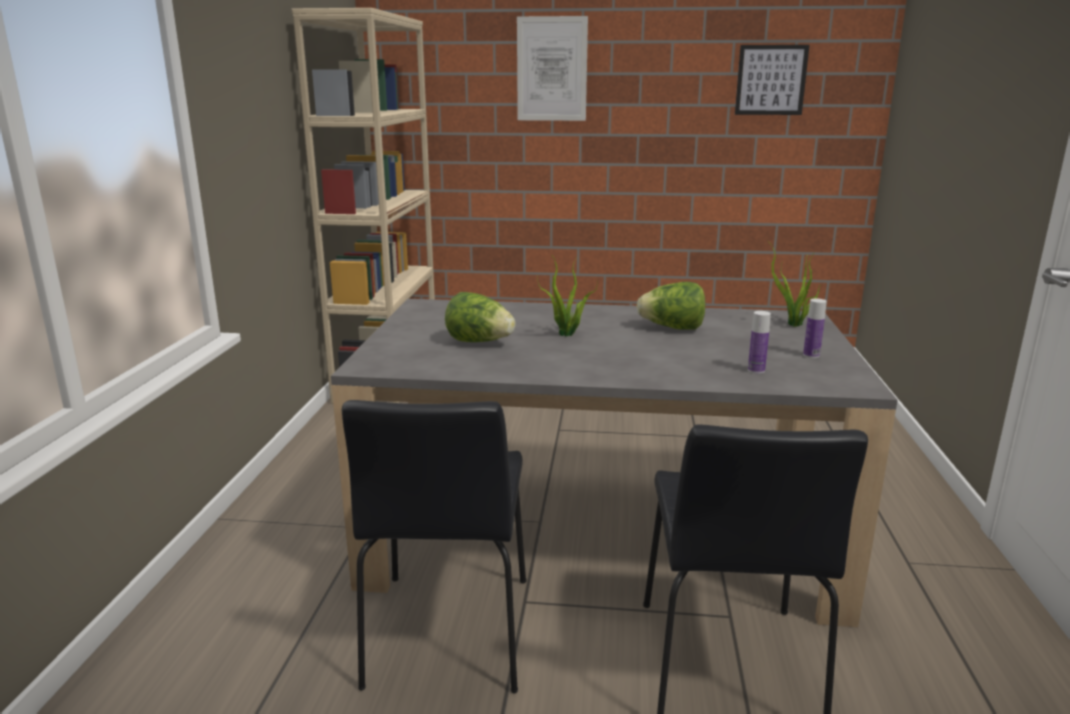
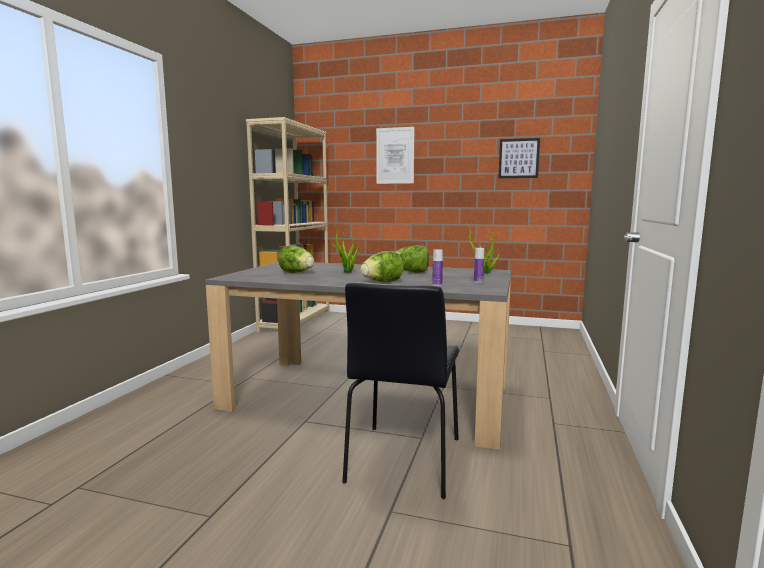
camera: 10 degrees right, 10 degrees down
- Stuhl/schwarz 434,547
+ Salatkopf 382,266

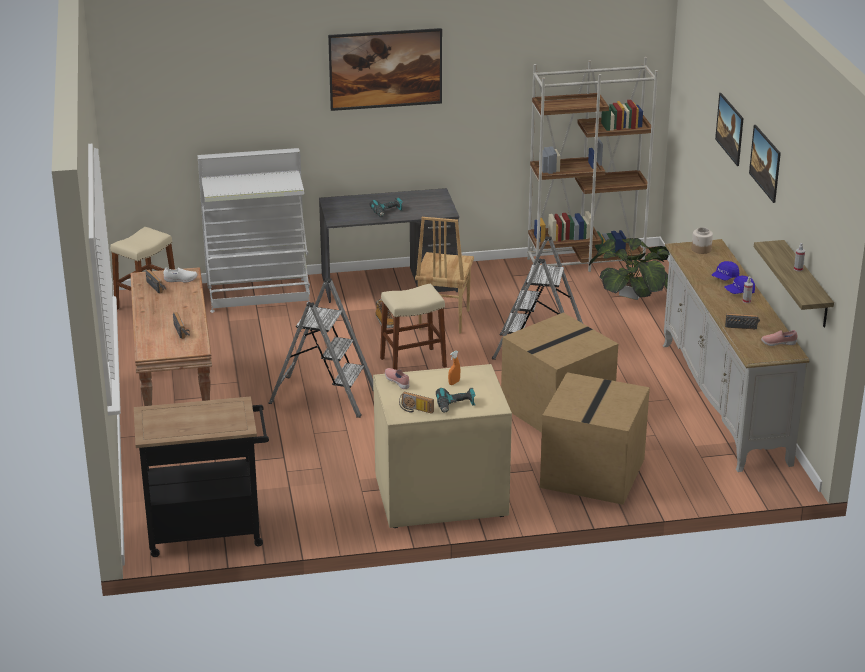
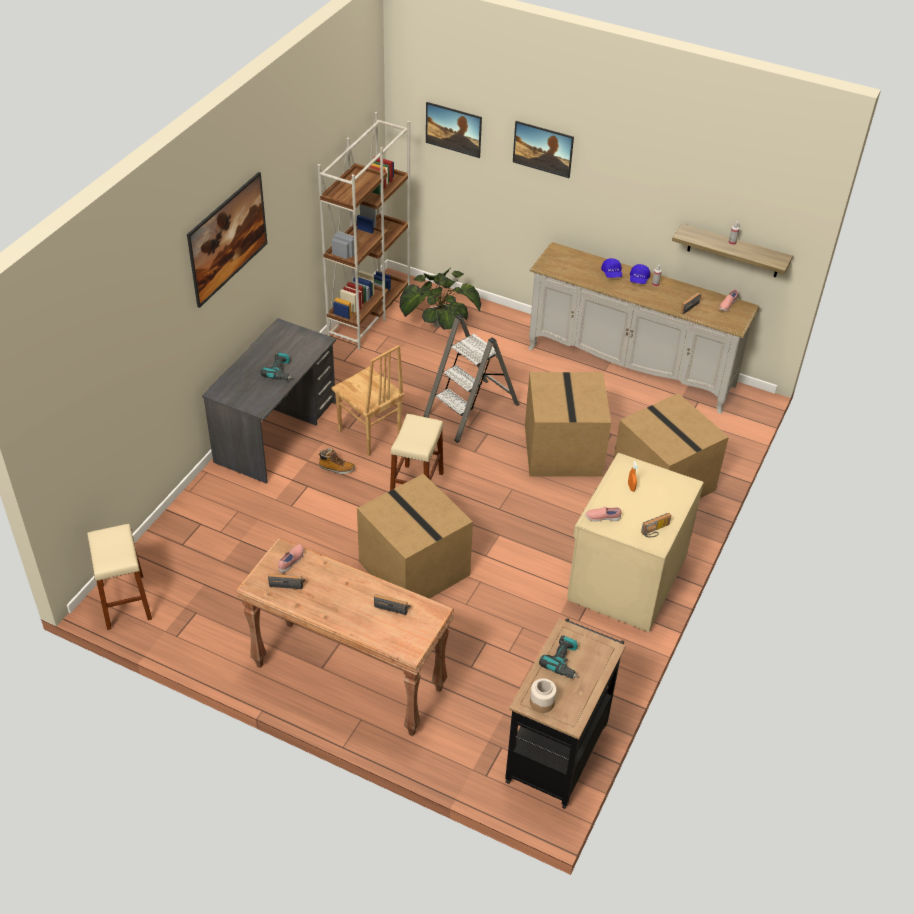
camera: 55 degrees left, 15 degrees up
~ Bild 765,164 to 454,130
- Schuhregal/weiß 253,230
~ Vorratsglas 702,240 to 543,695
~ Schuh/weiß 180,275 to Schuh/rosa 291,558
~ Trittleiter/grau 320,348 to Karton 415,536
~ Bohrmaschine 456,400 to 558,657

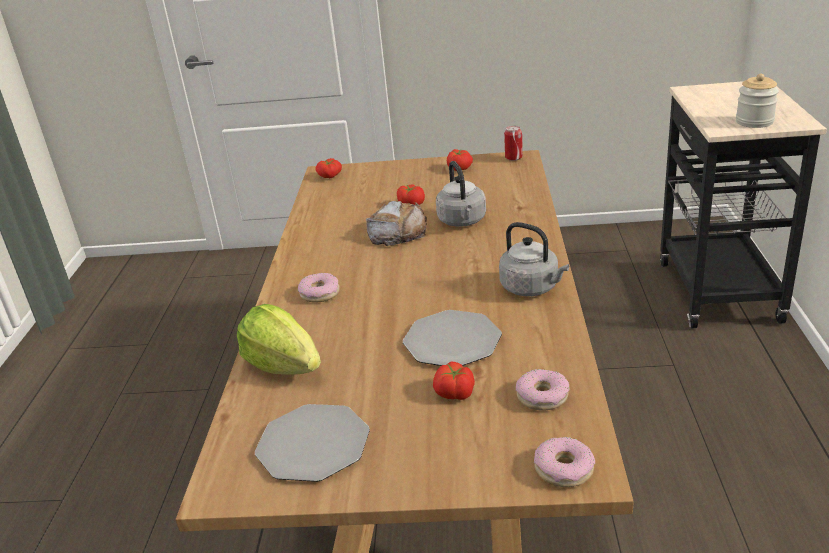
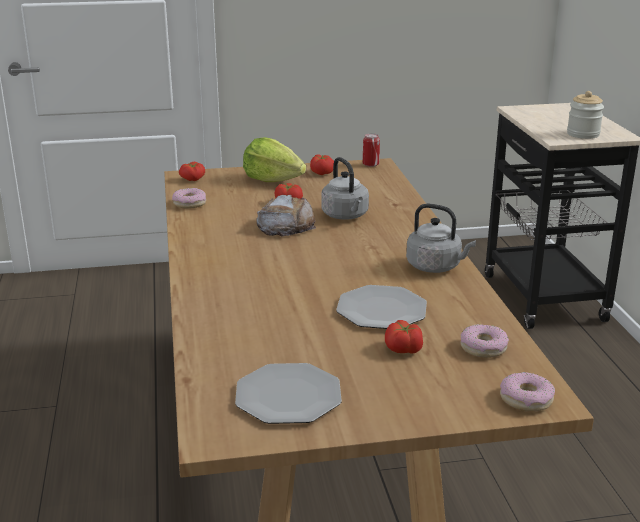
camera: 15 degrees left, 5 degrees down
~ Donut 319,287 to 189,198
~ Salatkopf 279,339 to 274,159

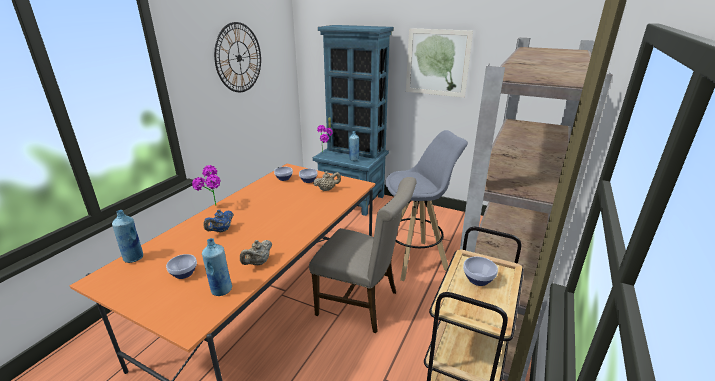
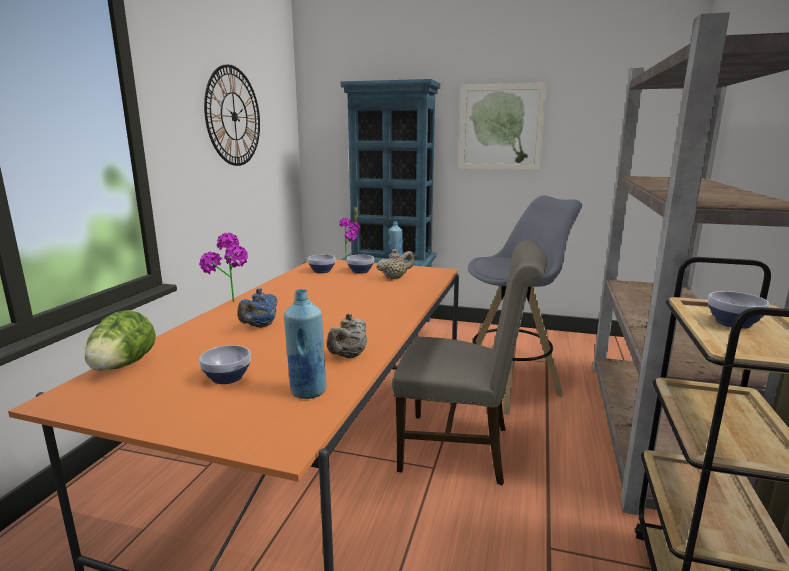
camera: 10 degrees left, 10 degrees down
~ Flasche/blau 127,236 to Salatkopf 120,340

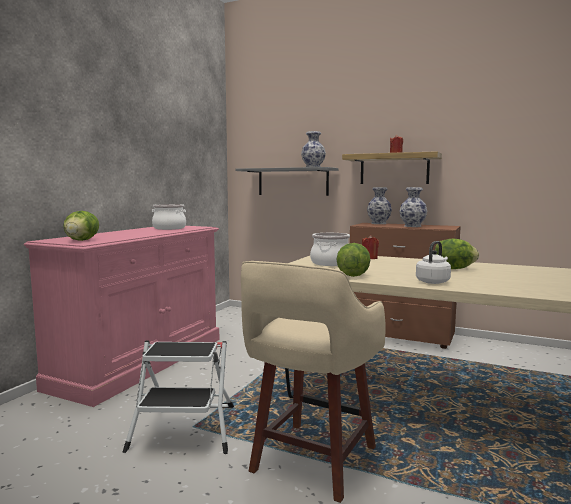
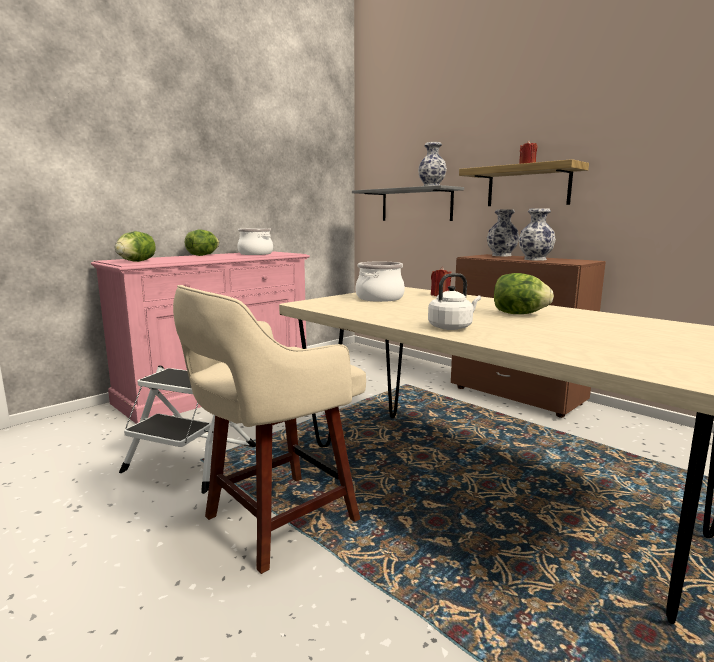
camera: 20 degrees right, 5 degrees up
~ Salatkopf 354,260 to 202,243

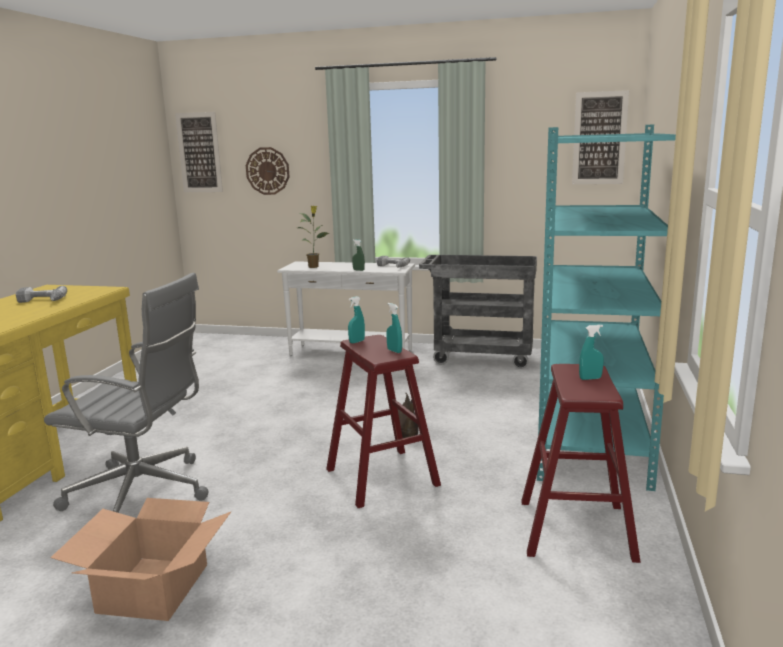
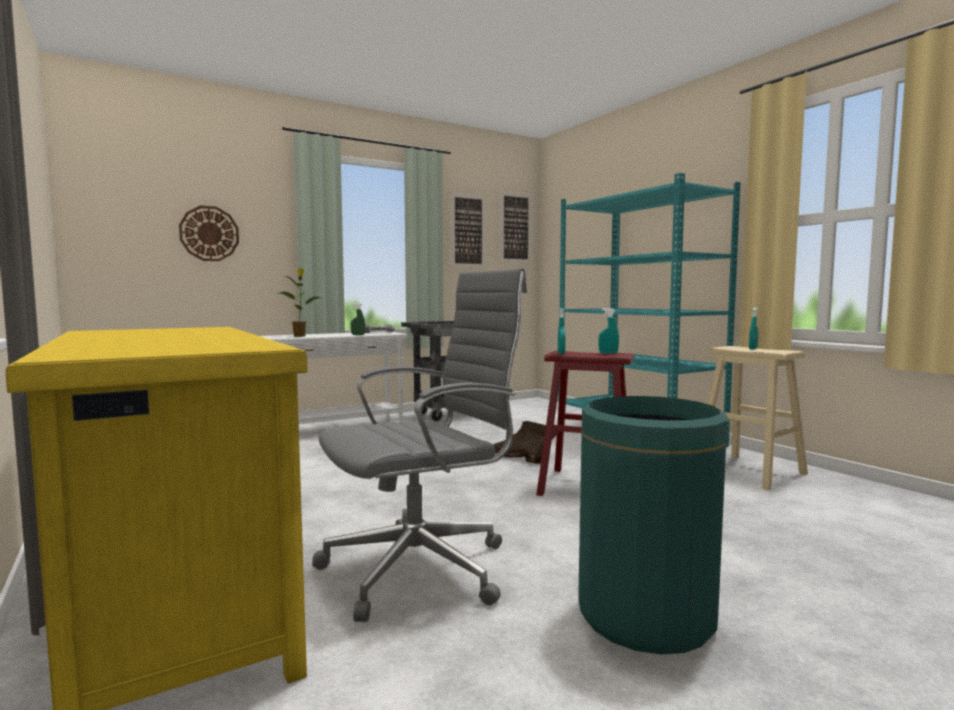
camera: 45 degrees left, 10 degrees down
~ Bild 199,152 to 468,230
- Bohrmaschine 41,294
~ Hocker/rot 580,463 to Hocker/beige 757,418
~ Karton 140,559 to Mülleimer/grün 653,525

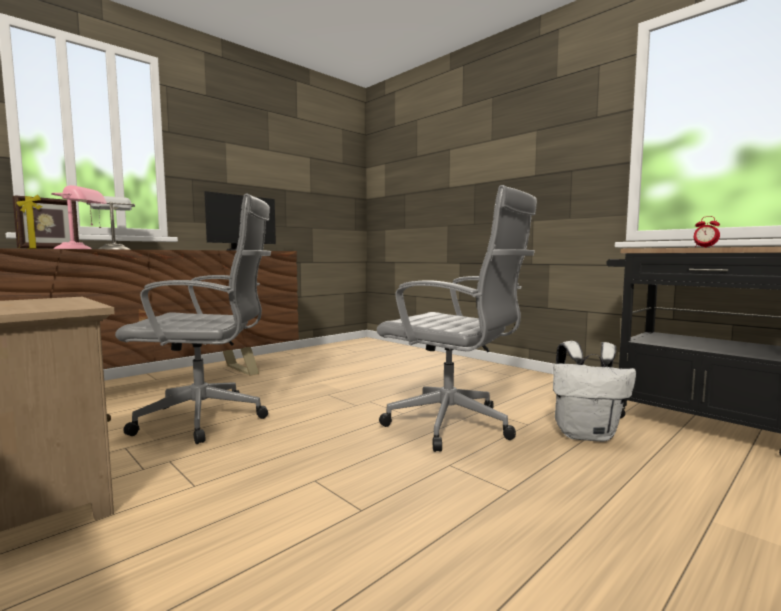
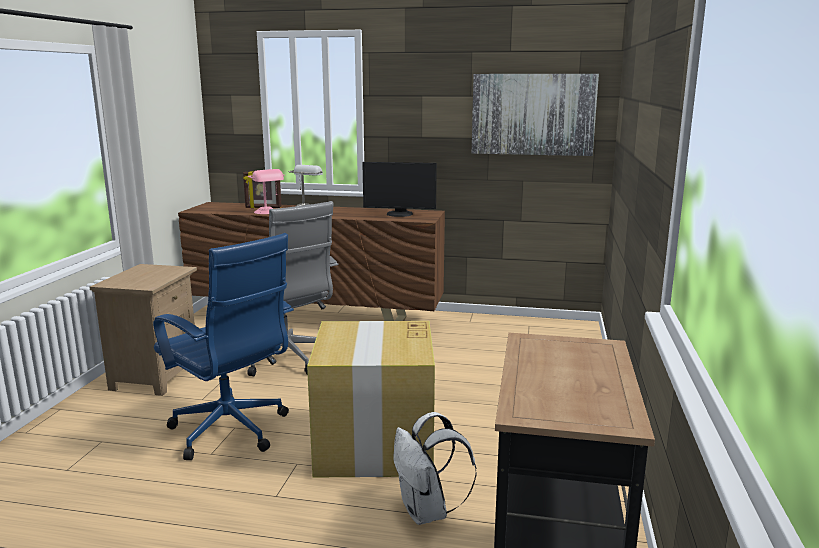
camera: 55 degrees right, 10 degrees up
~ Bürostuhl/grau 457,318 to Karton 371,399
- Wecker 707,232
+ Bild 535,115
+ Bürostuhl/blau 223,346

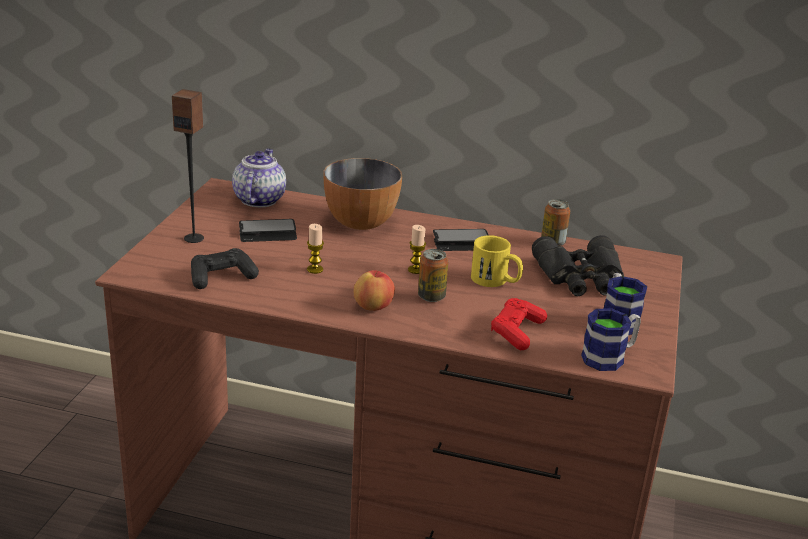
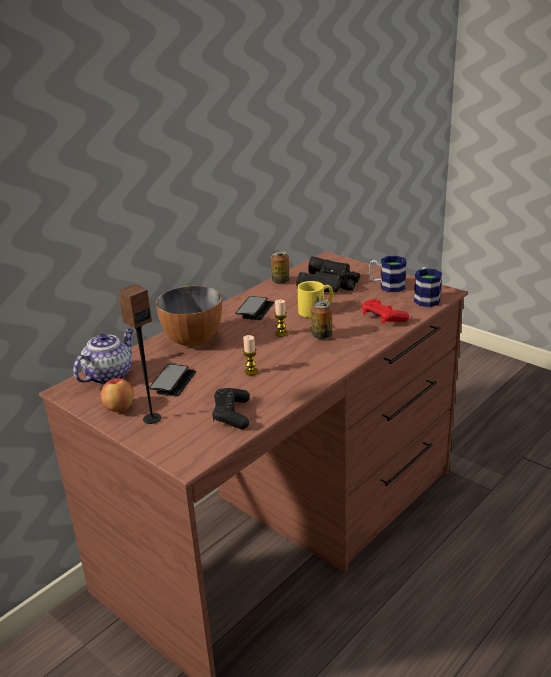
camera: 60 degrees left, 0 degrees up
~ Teekanne 259,178 = 103,357 90 degrees clockwise
~ Apfel 374,290 to 117,395

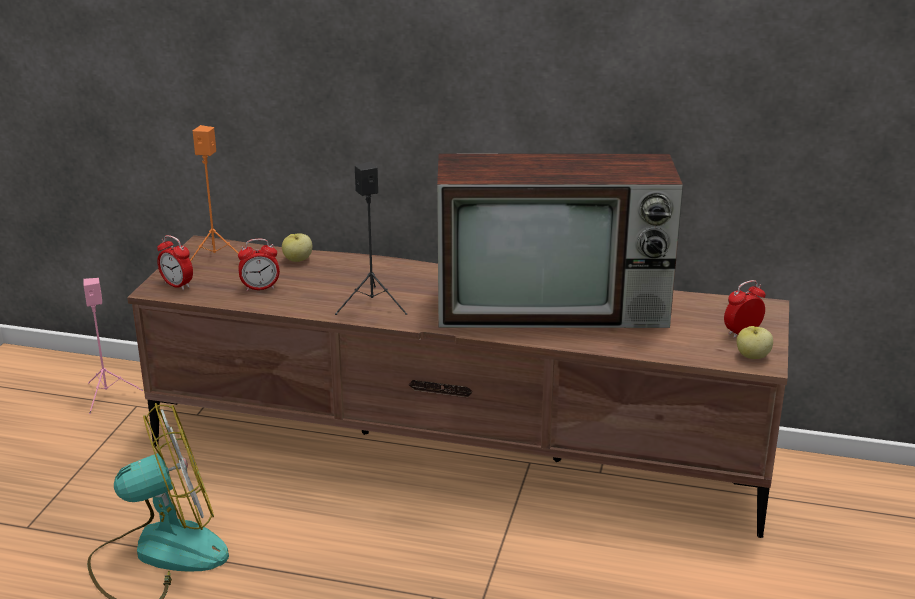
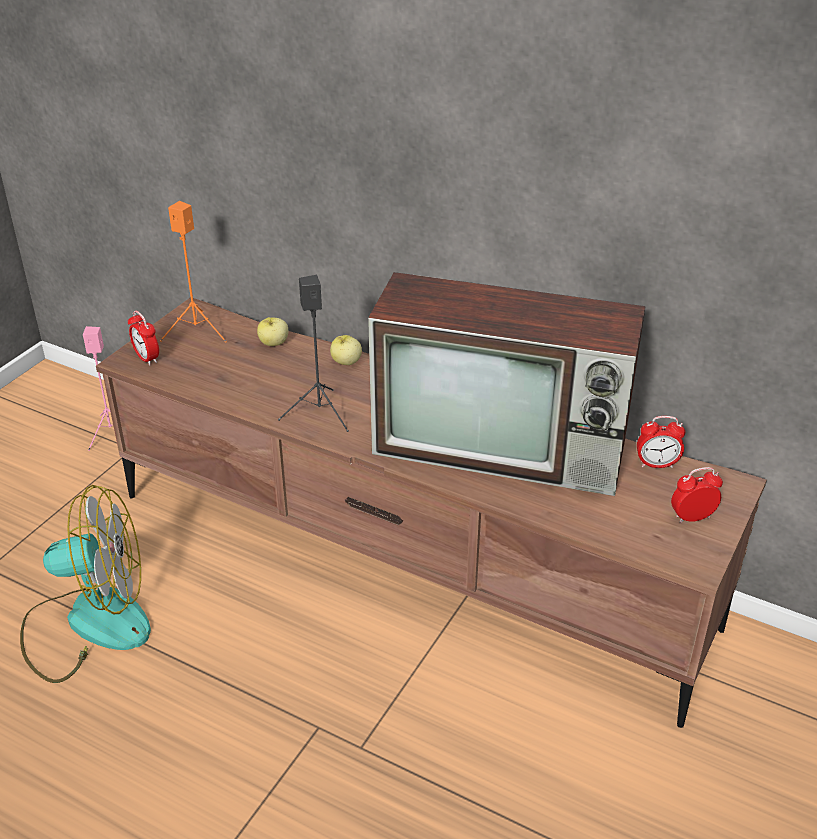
camera: 15 degrees right, 10 degrees up
~ Wecker 259,265 to 661,442
~ Apfel 755,342 to 346,350

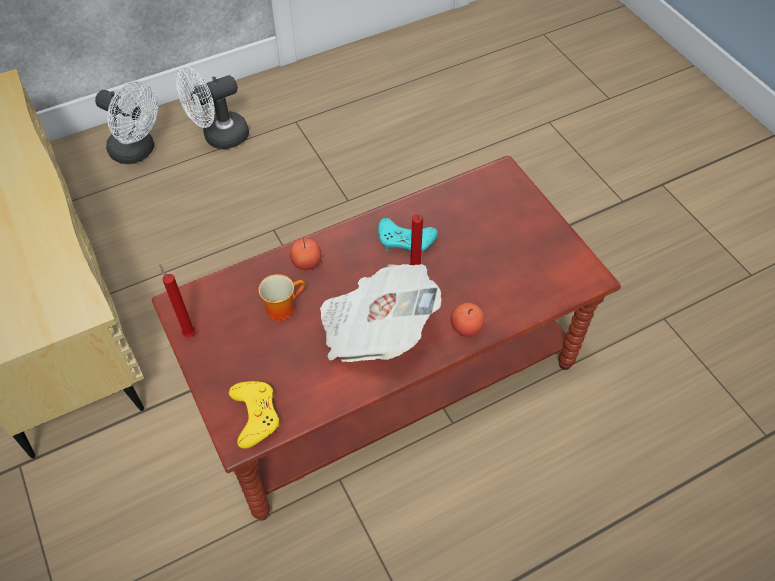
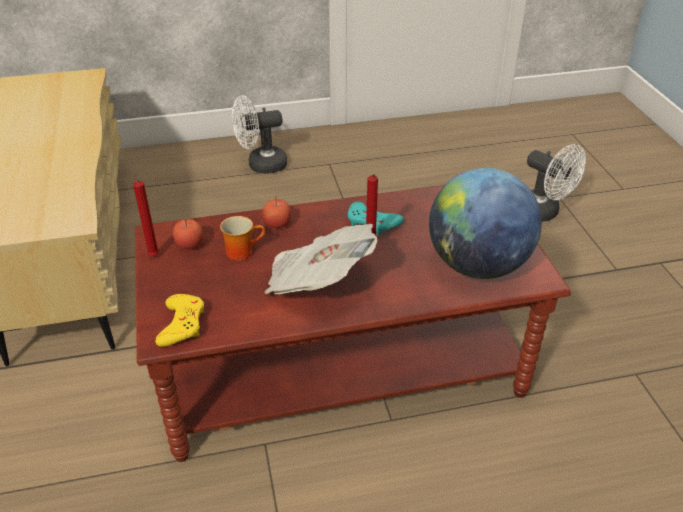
camera: 15 degrees right, 15 degrees down
~ Ventilator/weiß 126,122 to 556,183
~ Apfel 468,320 to 188,234
+ Globus 485,223

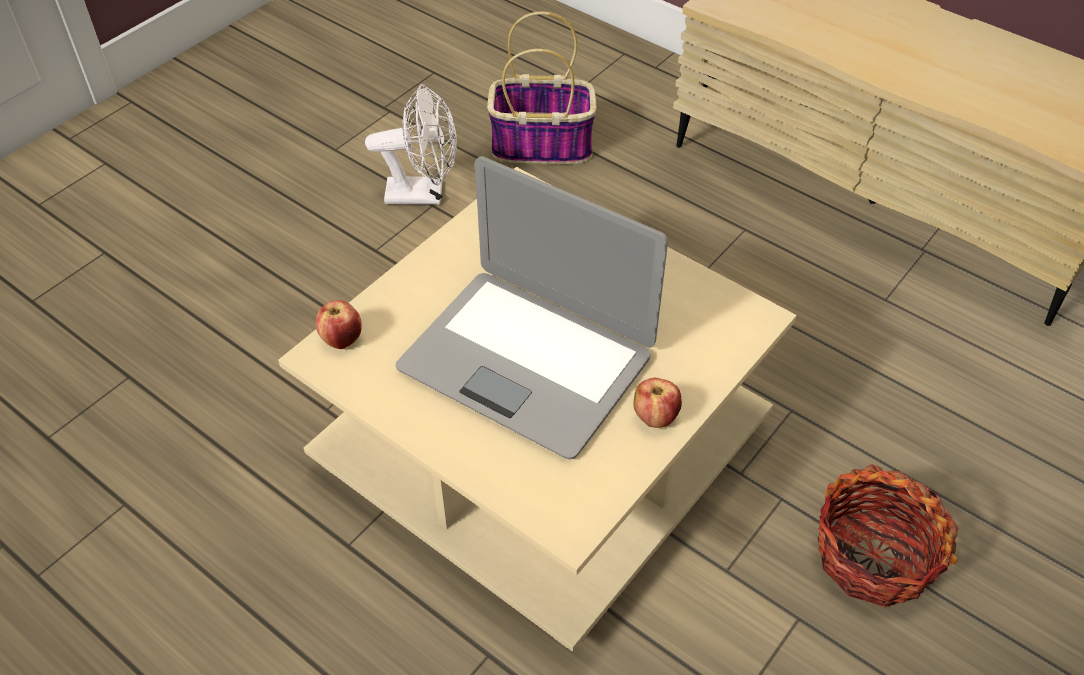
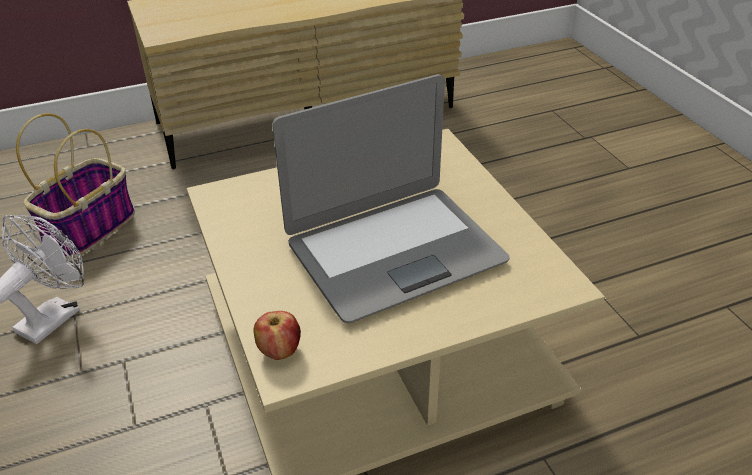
camera: 60 degrees left, 10 degrees down
- Apfel 657,403
- Korb 888,536

